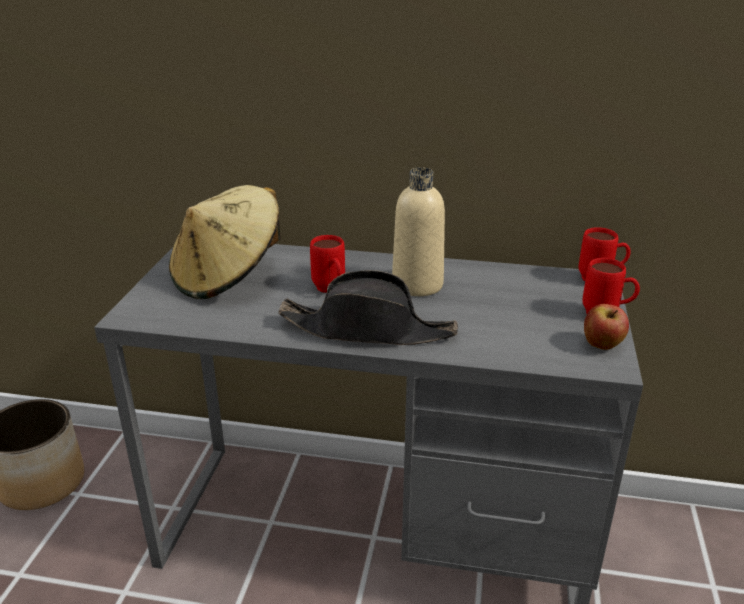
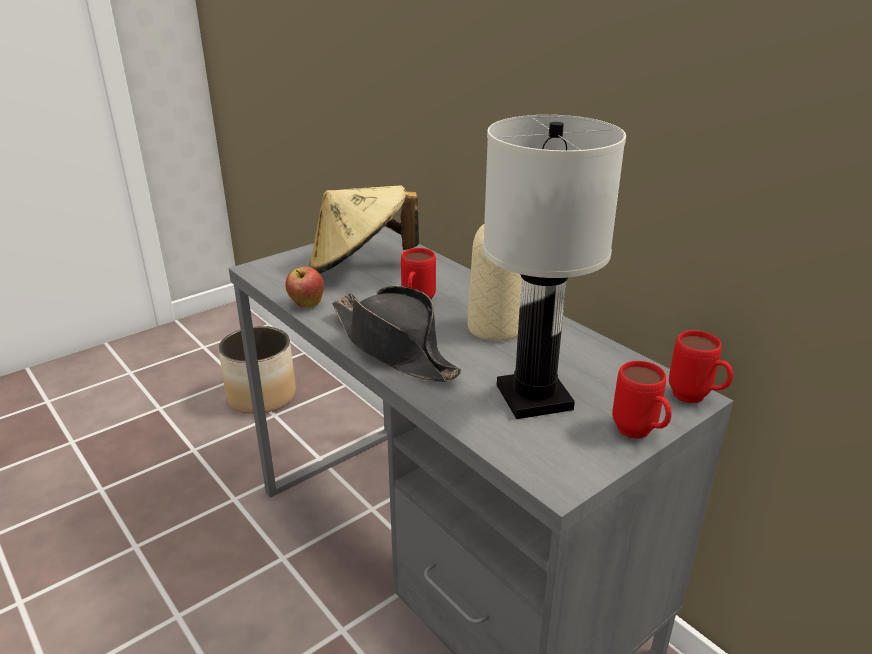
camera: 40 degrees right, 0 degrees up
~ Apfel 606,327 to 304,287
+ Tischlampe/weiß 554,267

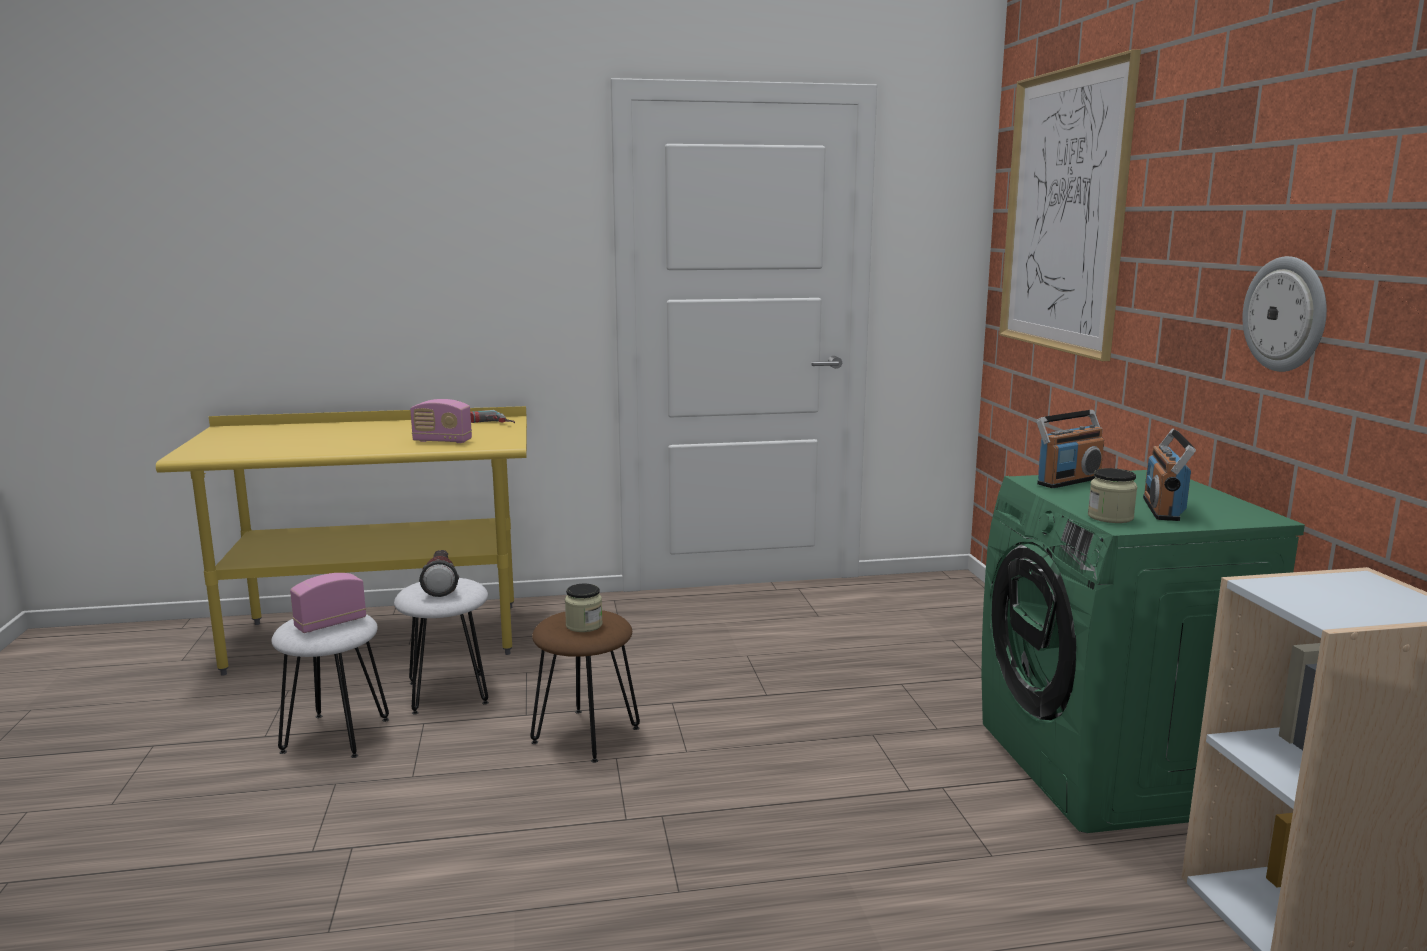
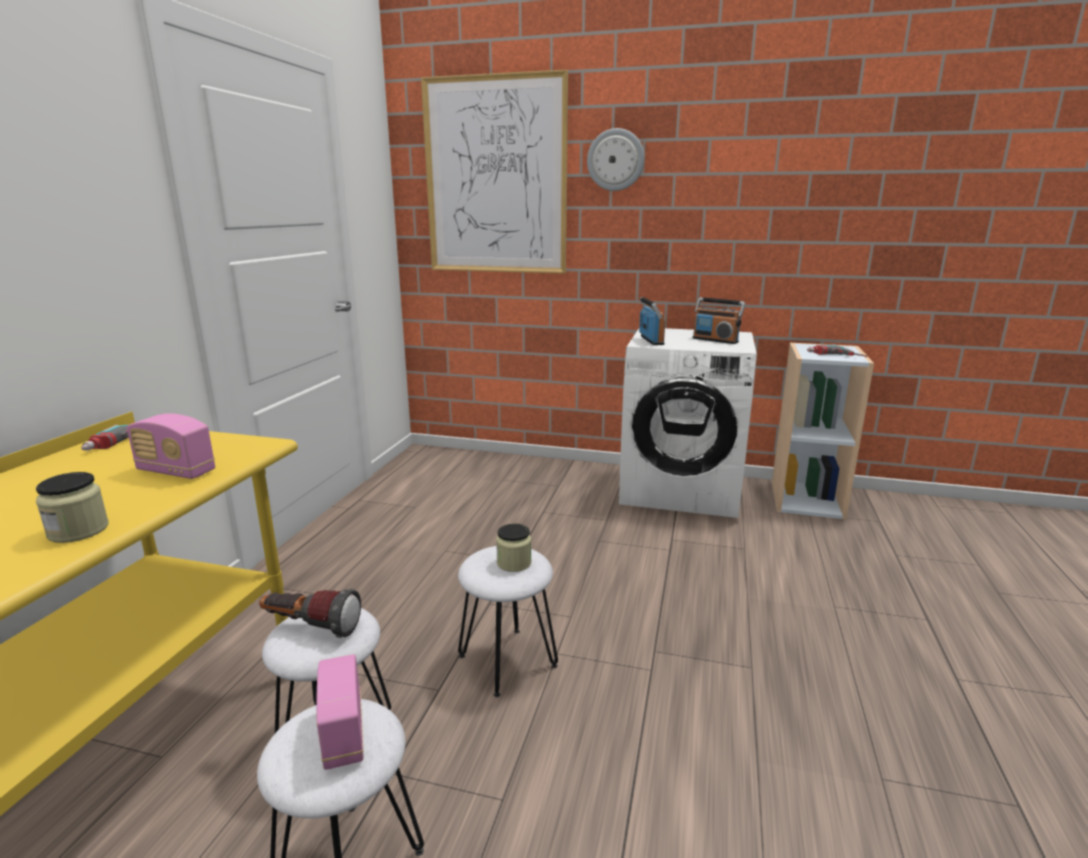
camera: 65 degrees left, 5 degrees up
~ Wanduhr 1285,314 to 616,159
~ Radio 441,421 = 171,446 75 degrees clockwise
~ Vorratsglas 1112,495 to 72,507
~ Waschmaschine/grün 1143,651 to Waschmaschine/weiß 688,423
~ Hocker/braun 585,686 to Hocker/weiß 508,621
+ Bohrmaschine 837,350

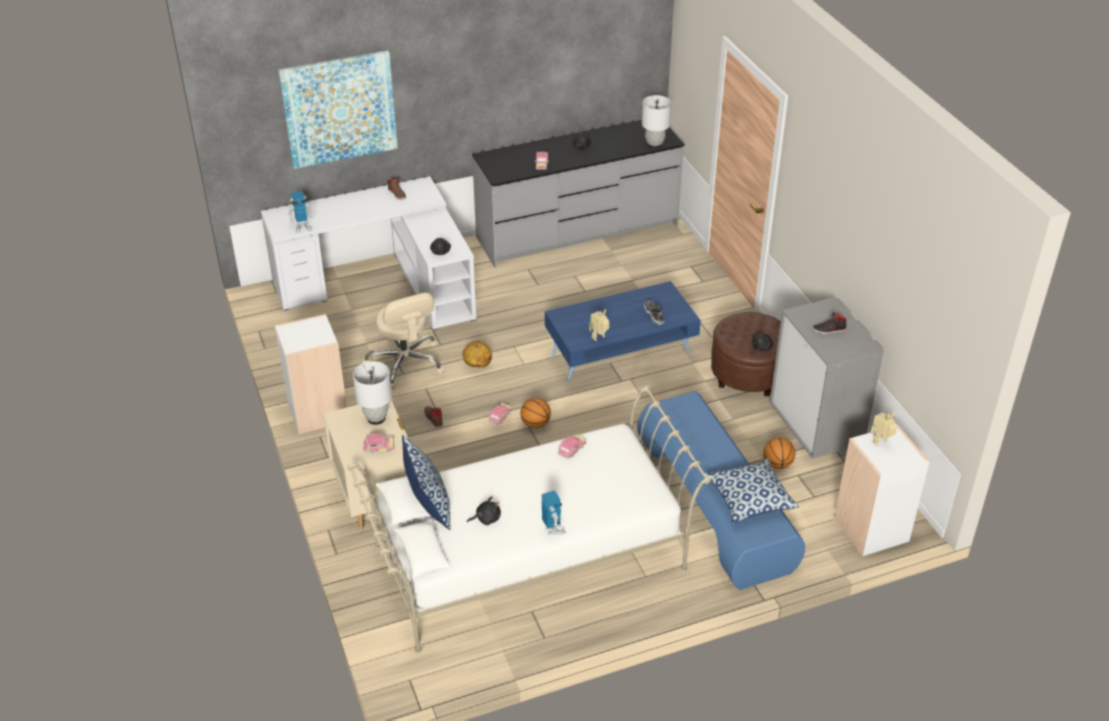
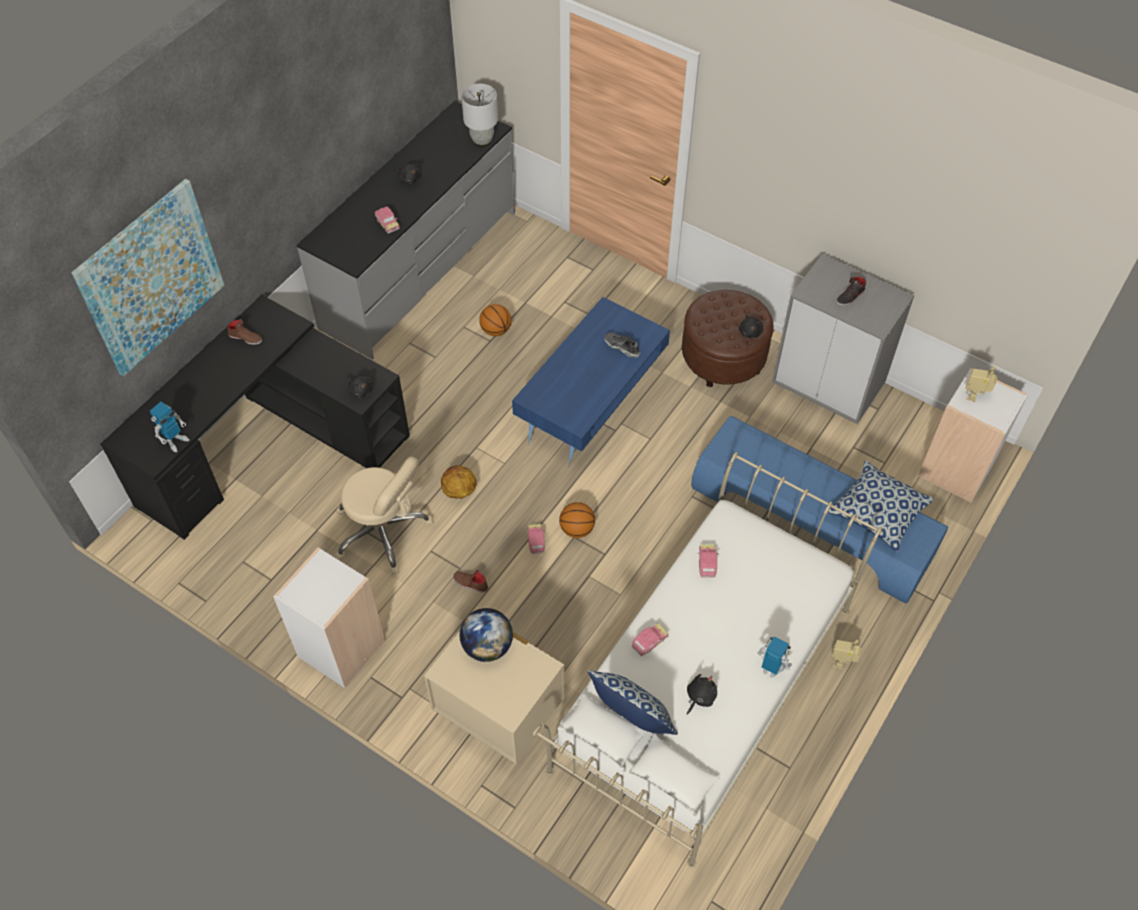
camera: 35 degrees left, 15 degrees up
~ Schreibtisch/weiß 368,253 to Schreibtisch/schwarz 255,417
~ Spielzeugroboter 599,325 to 846,655
~ Tischlampe/weiß 372,393 to Globus 486,635
~ Spielzeugauto 379,443 to 650,640
~ Basketball 779,453 to 495,320

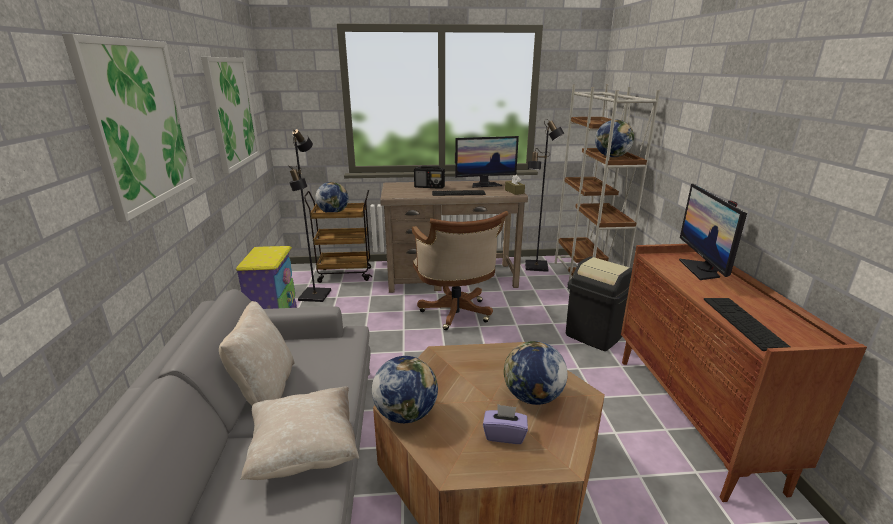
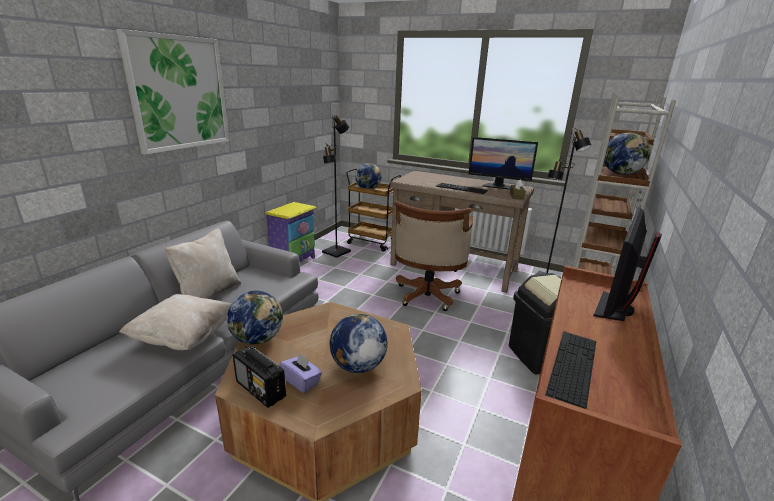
camera: 30 degrees right, 0 degrees up
- Bild 230,115
~ Radio 429,177 to 259,377

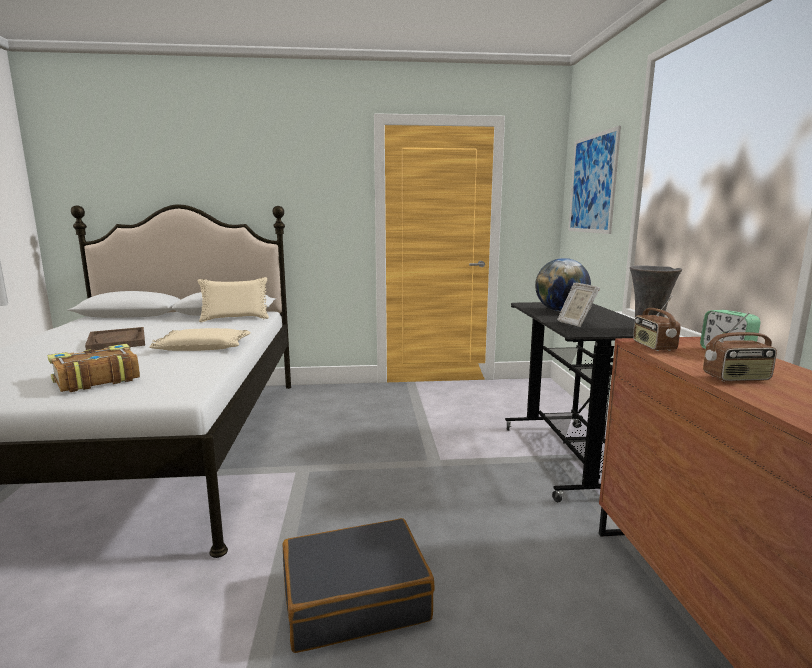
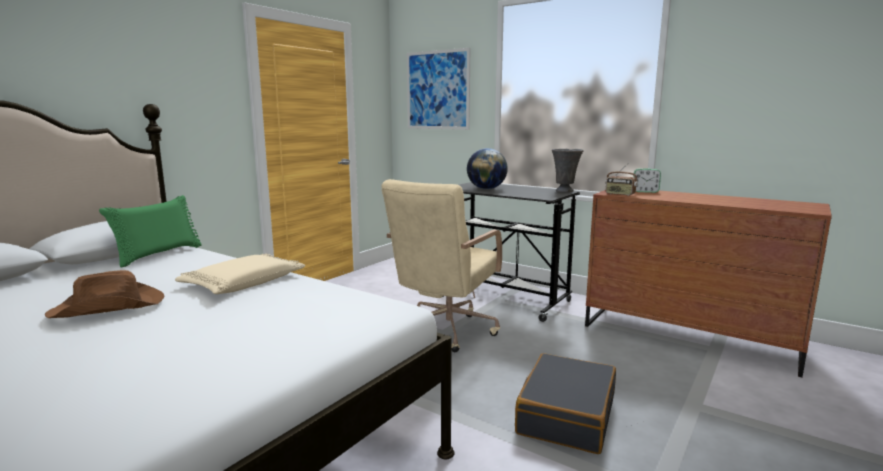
camera: 50 degrees left, 0 degrees up
~ Kissen/beige 233,299 to Kissen/grün 150,231
- Bilderrahmen 578,305
- Radio 740,346
~ Tablett/braun 115,338 to Hut/braun 105,294
- Buch 93,368
+ Bürostuhl/beige 442,265

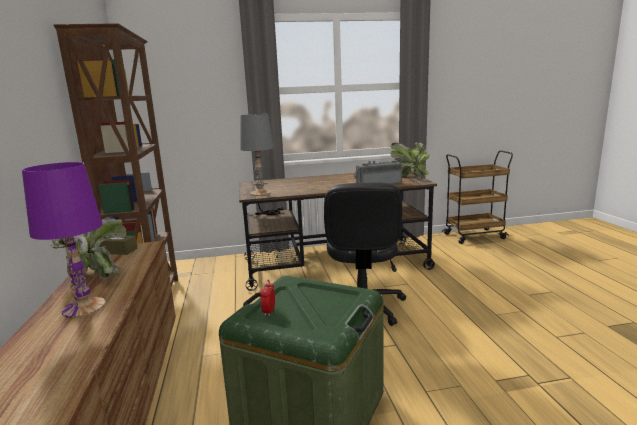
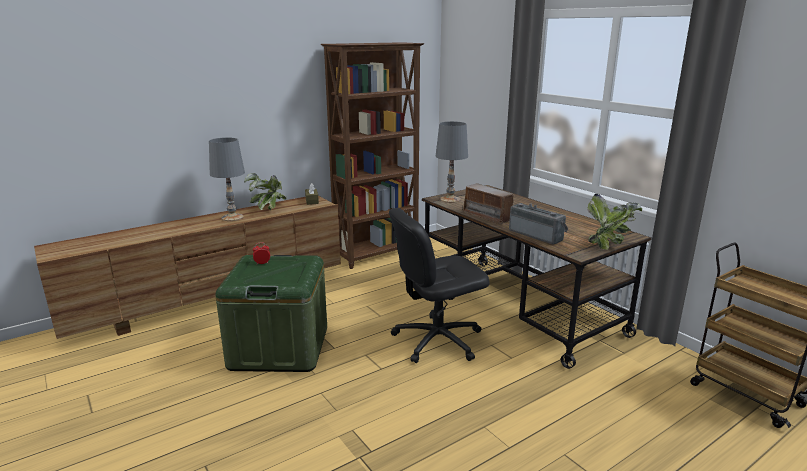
camera: 65 degrees right, 5 degrees up
~ Tischlampe/lila 64,240 to Tischlampe/grau 227,179
+ Radio 489,204

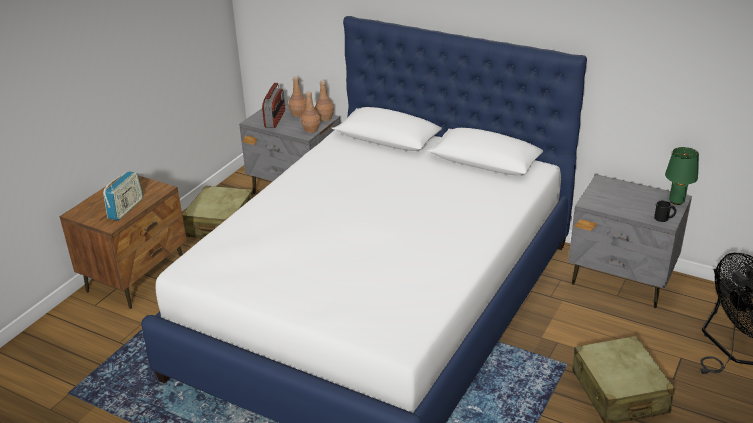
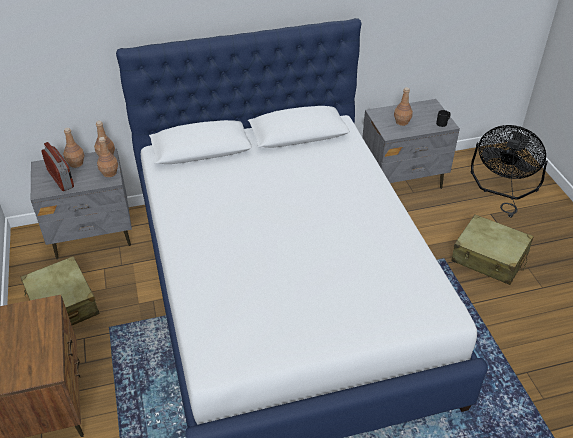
camera: 45 degrees left, 10 degrees up
- Tischlampe/grün 682,176
- Radio 123,196
+ Flasche/braun 403,106

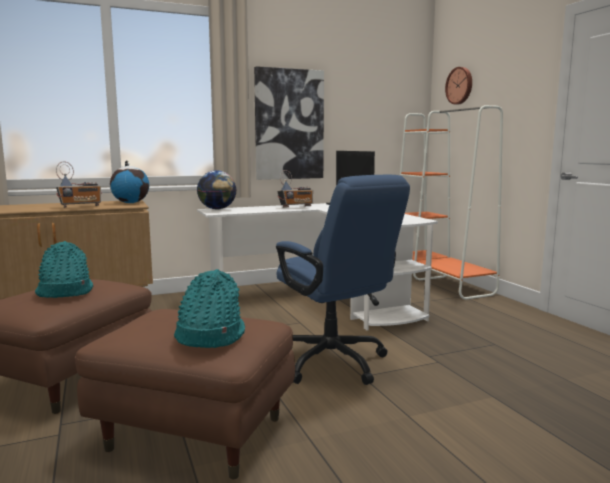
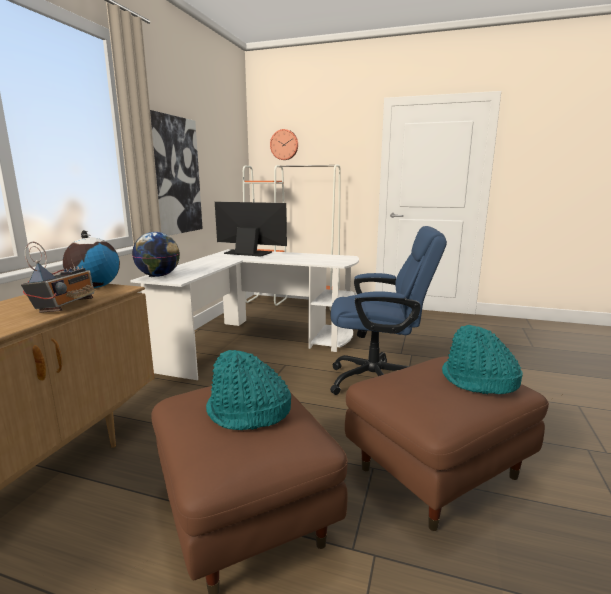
camera: 50 degrees left, 5 degrees up
- Radio 295,189

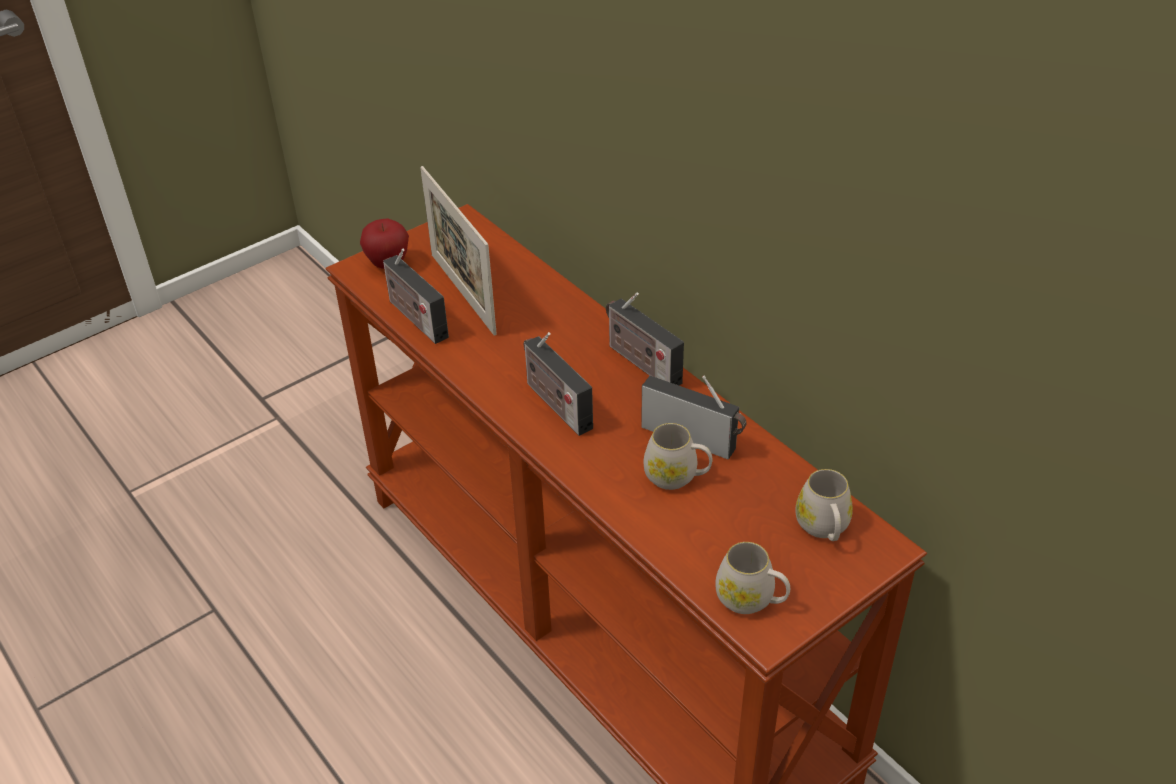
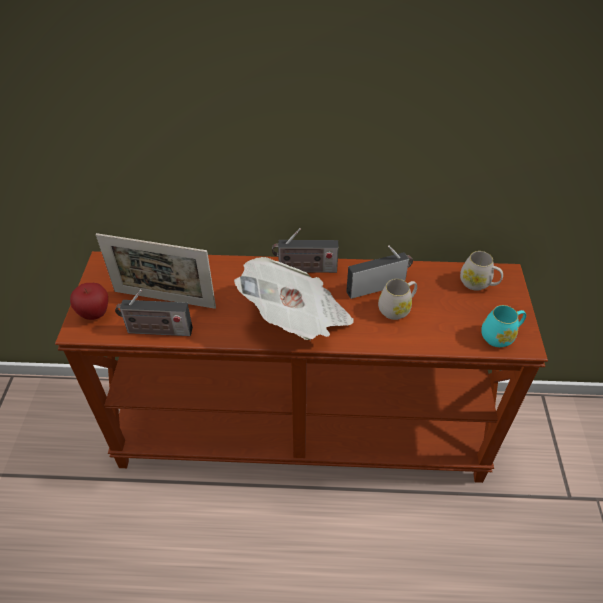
camera: 50 degrees left, 5 degrees up
~ Radio 558,384 to Zeitung 294,298
~ Henkelbecher/weiß 752,578 to Henkelbecher/türkis 503,326

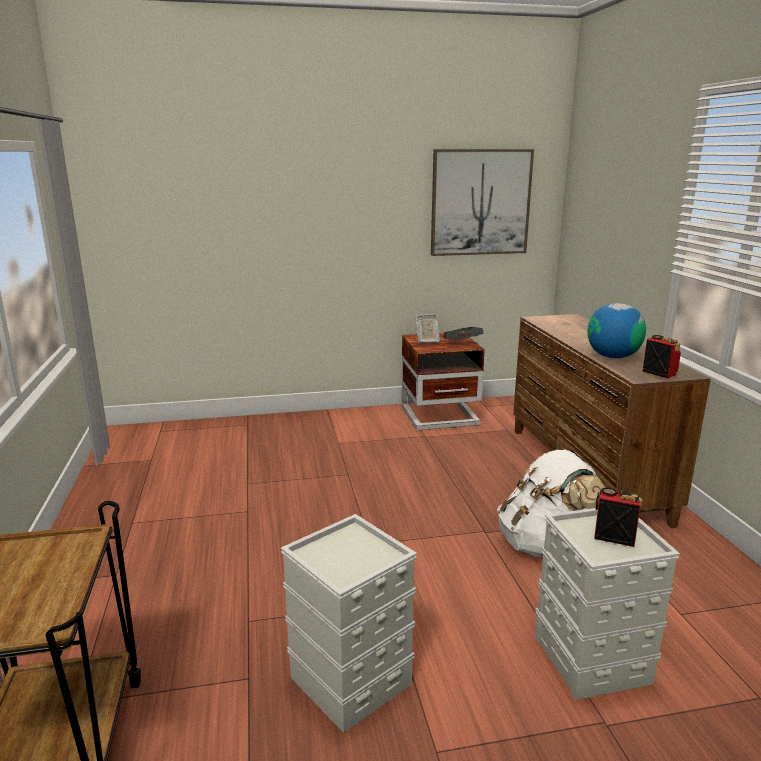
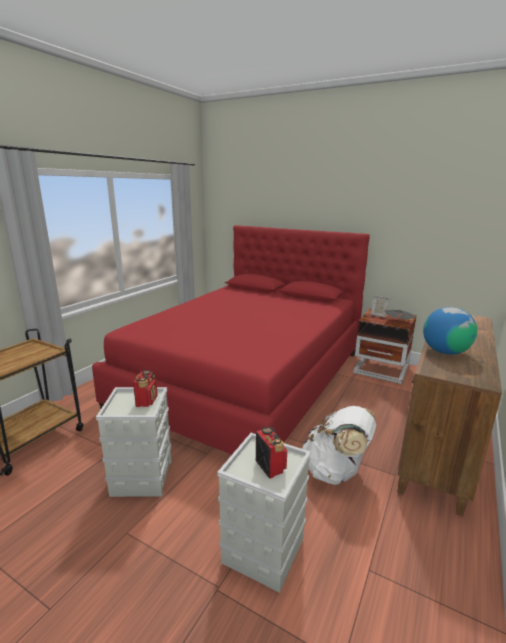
camera: 40 degrees right, 0 degrees up
- Bild 482,202
~ Radio 661,357 to 145,388
+ Bett/rot 231,339

